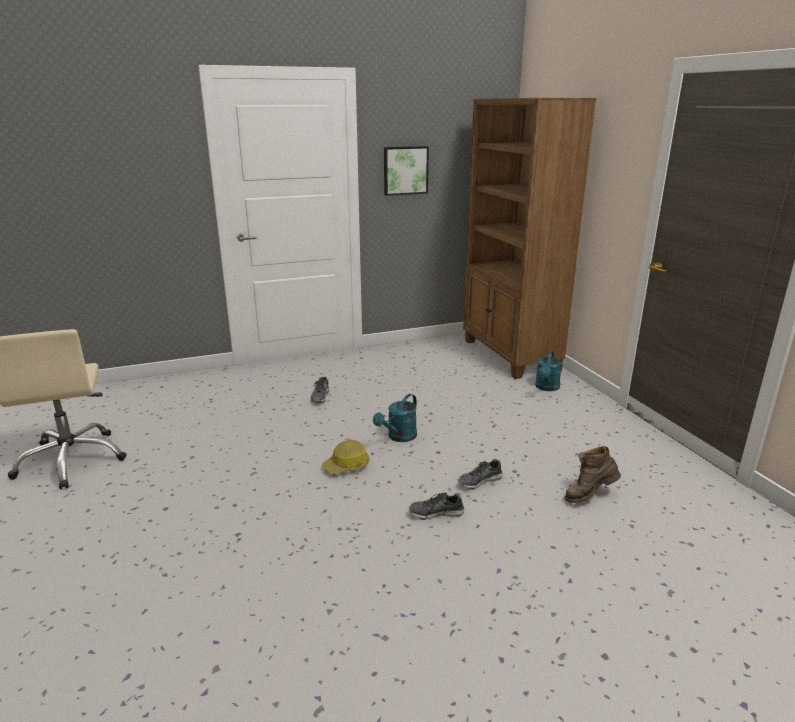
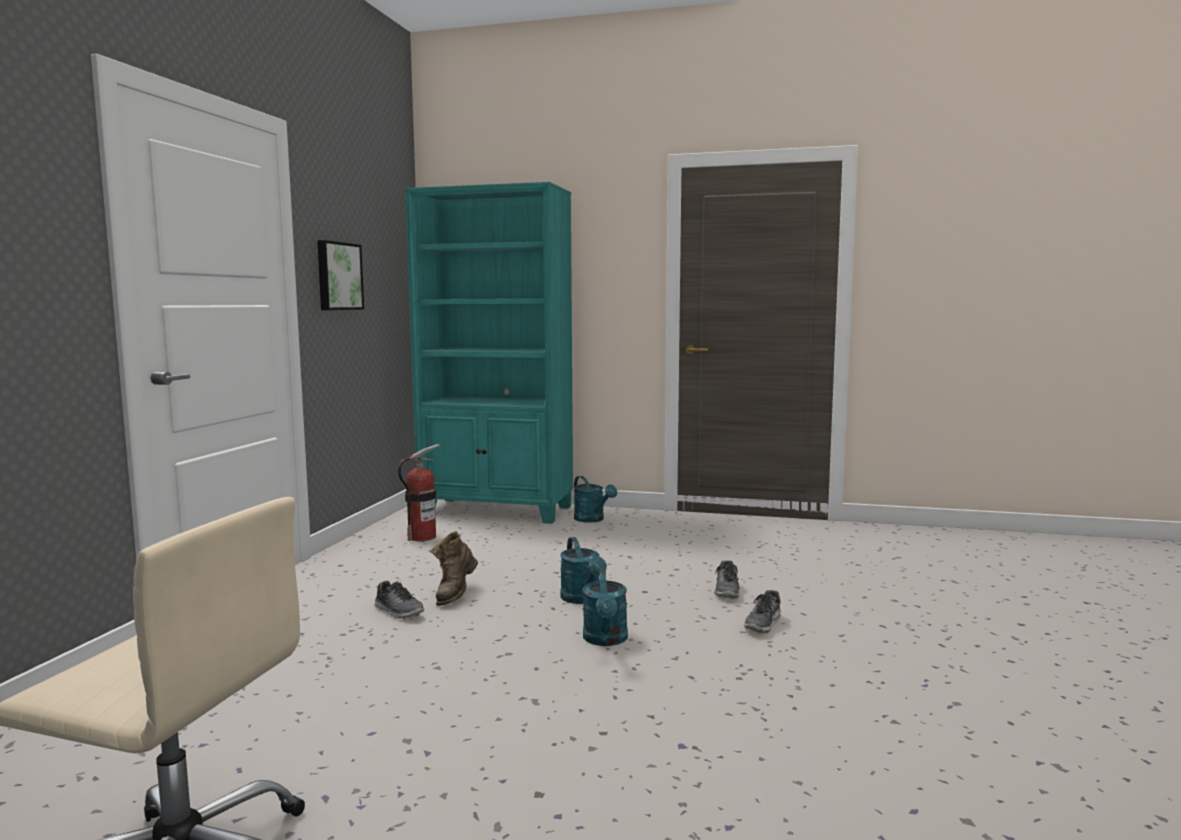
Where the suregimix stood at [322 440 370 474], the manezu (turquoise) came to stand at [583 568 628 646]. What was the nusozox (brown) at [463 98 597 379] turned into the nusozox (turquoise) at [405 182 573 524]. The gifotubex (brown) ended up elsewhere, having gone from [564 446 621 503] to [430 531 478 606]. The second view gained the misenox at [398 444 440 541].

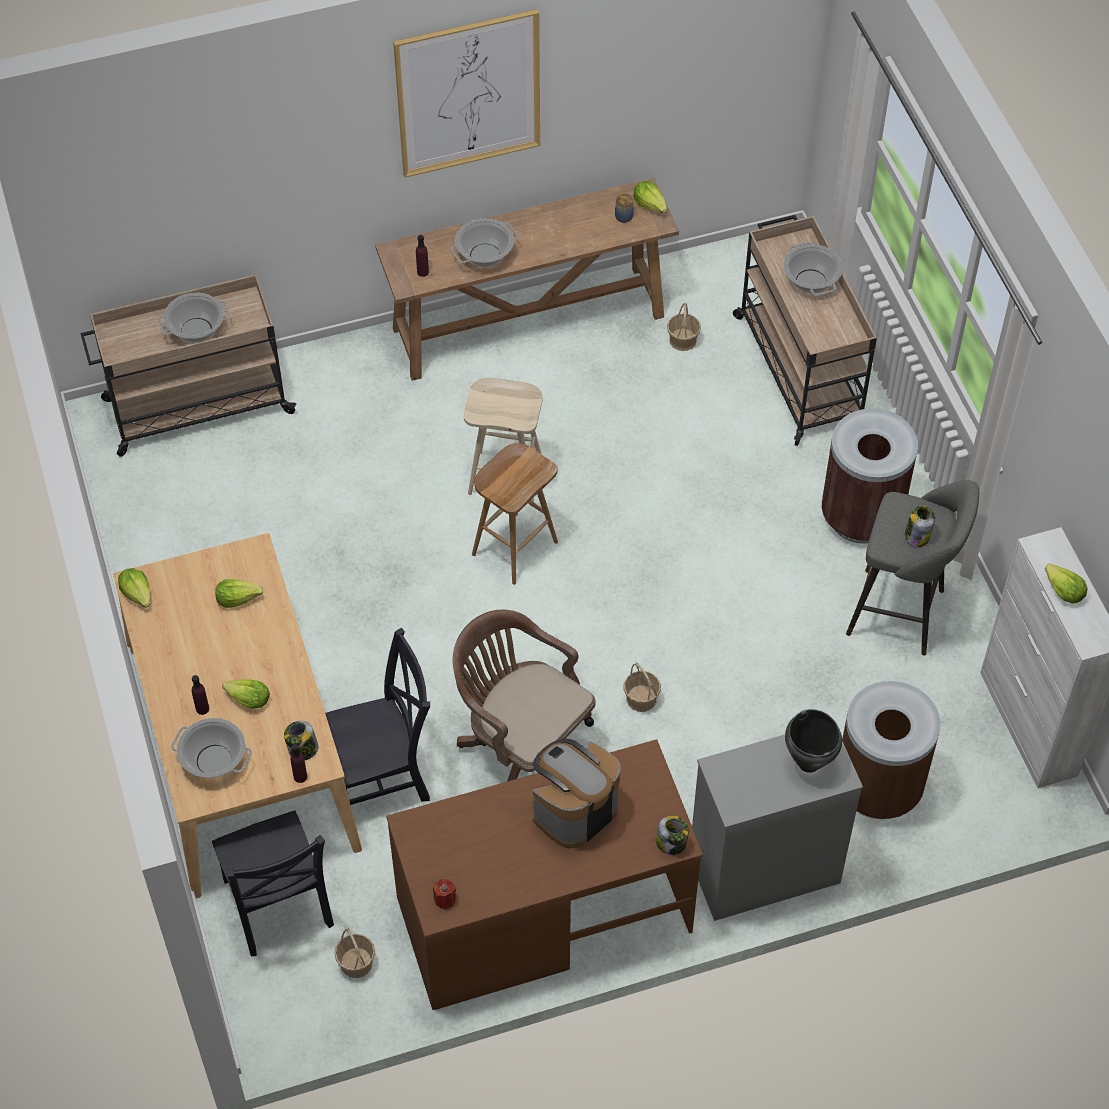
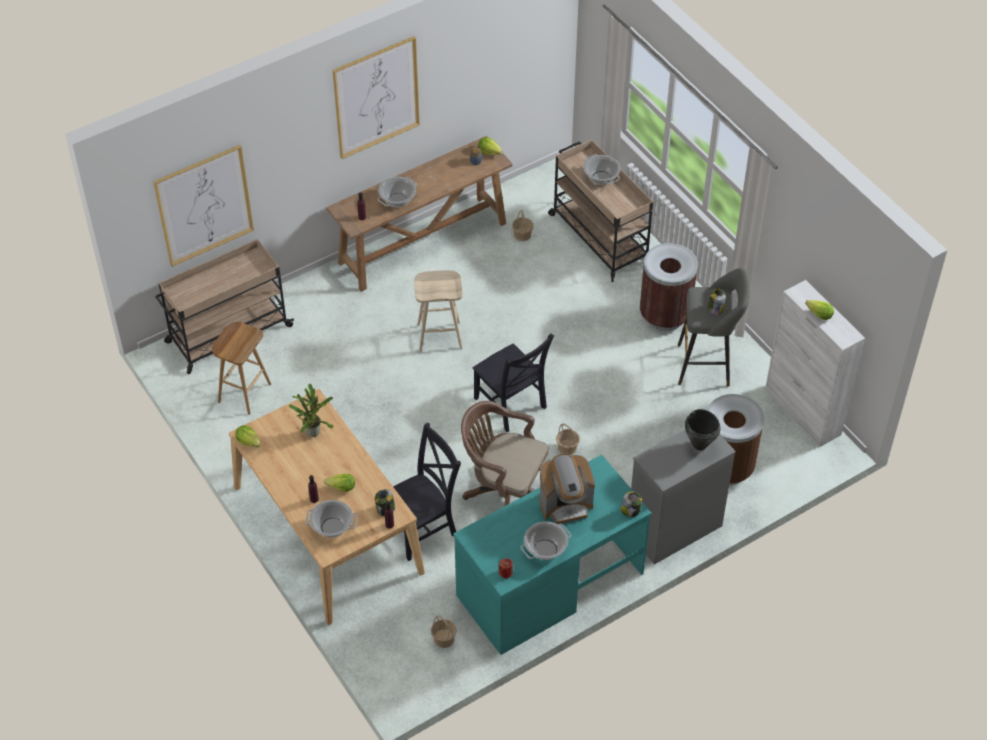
The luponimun ended up elsewhere, having gone from [158 293 230 343] to [521 521 571 560]. The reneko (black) ended up elsewhere, having gone from [212 810 334 956] to [472 333 554 432]. Where the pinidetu stood at [215 579 263 608], the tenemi came to stand at [289 384 333 437]. What was the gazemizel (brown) at [386 739 703 1010] turned into the gazemizel (turquoise) at [453 455 652 655]. The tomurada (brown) ended up elsewhere, having gone from [472 443 558 585] to [212 322 271 415]. The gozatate at [532 738 621 849] ended up facing another way, 135 degrees counterclockwise from before. The second view gained the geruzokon at [153 145 254 267].

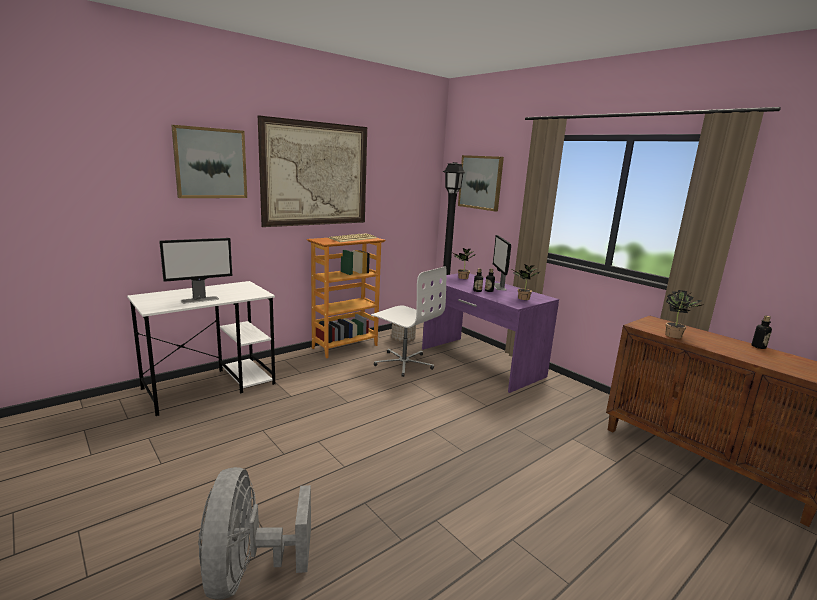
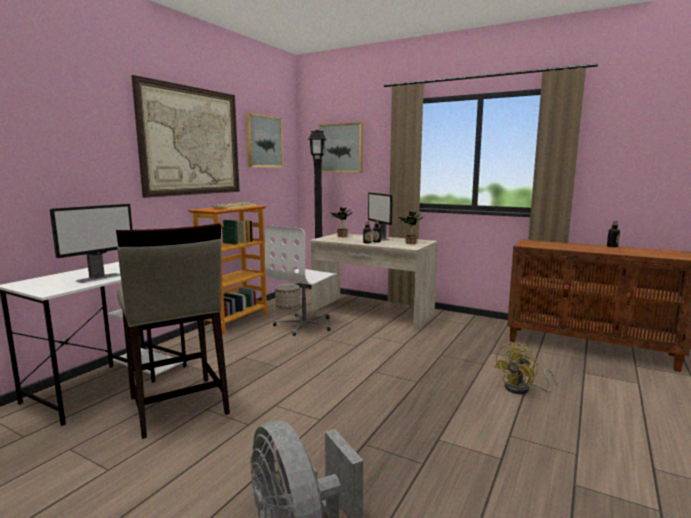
The geruzokon ended up elsewhere, having gone from [171 125 247 198] to [246 113 283 167]. The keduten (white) at [371 266 447 377] ended up facing another way, 105 degrees clockwise from before. What was the gazemizel (purple) at [422 273 559 393] turned into the gazemizel (beige) at [309 233 438 331]. The second view lost the tenemi at [665 290 704 338]. The second view gained the tomurada (beige) at [116 224 230 439]. The second view gained the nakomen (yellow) at [494 343 556 394].

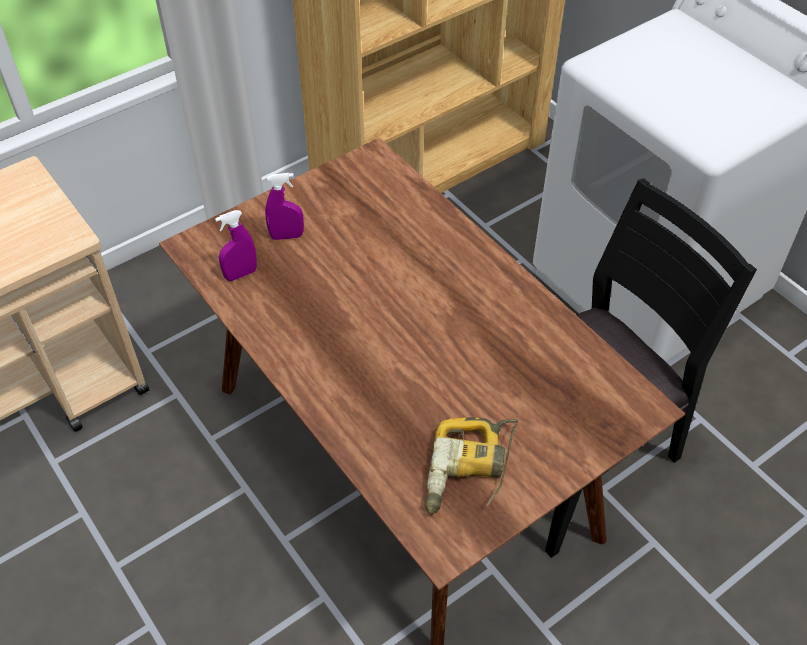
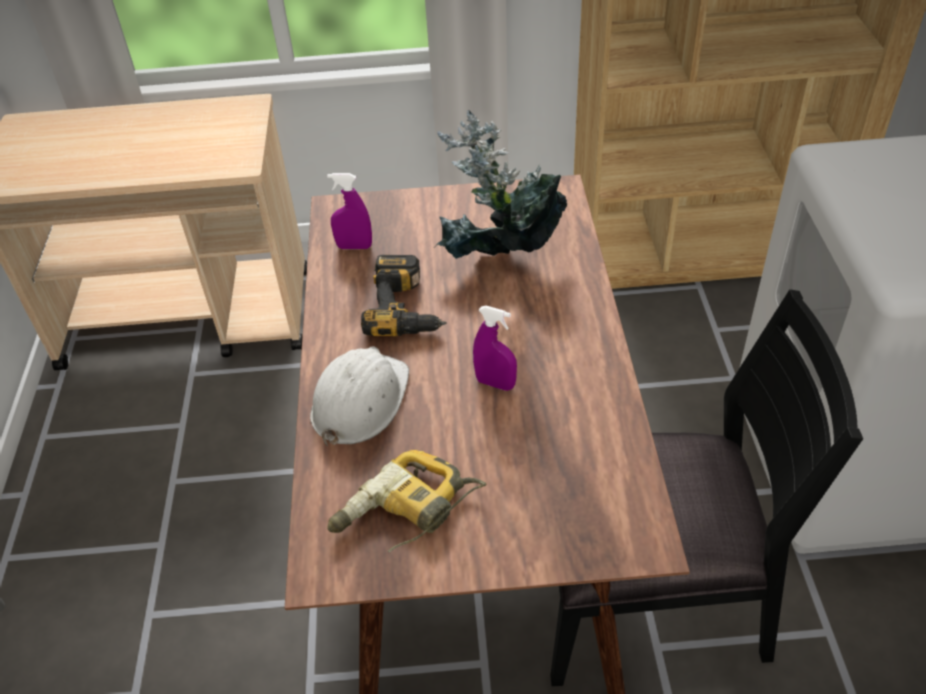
The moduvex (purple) ended up elsewhere, having gone from [265 173 304 240] to [473 306 517 391]. The second view gained the suregimix (white) at [310 346 409 447]. The second view gained the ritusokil at [361 255 447 336]. The second view gained the tenemi at [436 110 567 259].

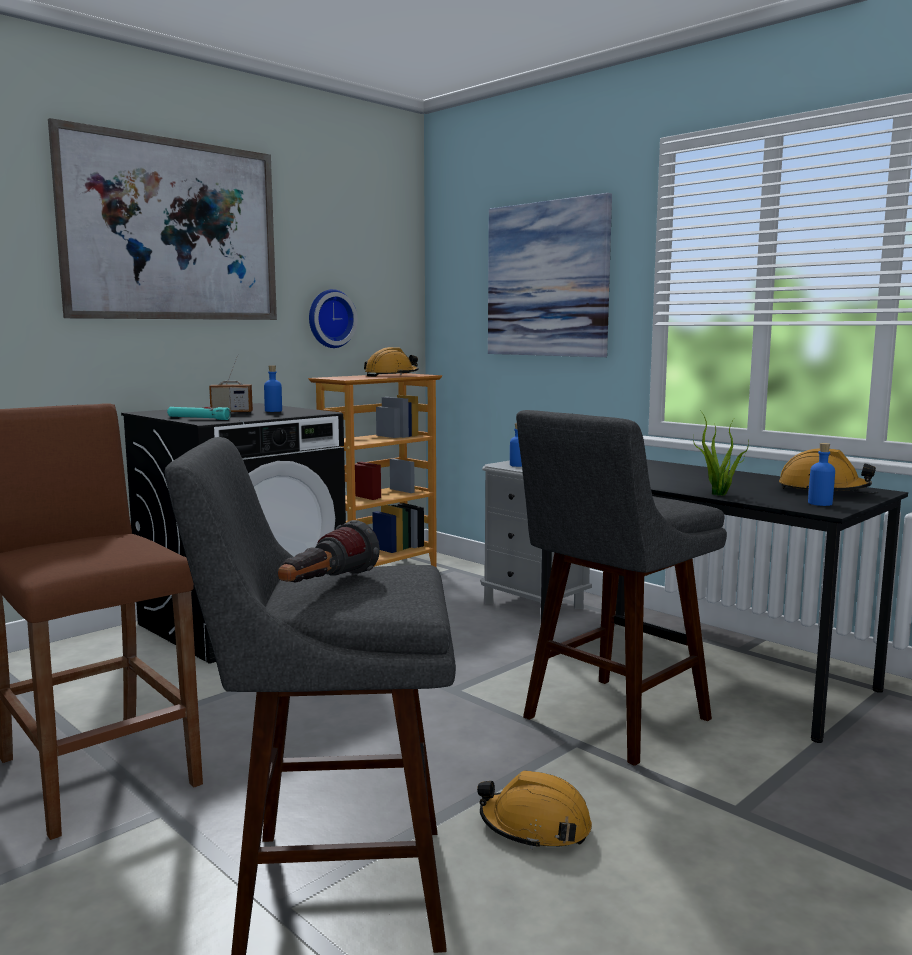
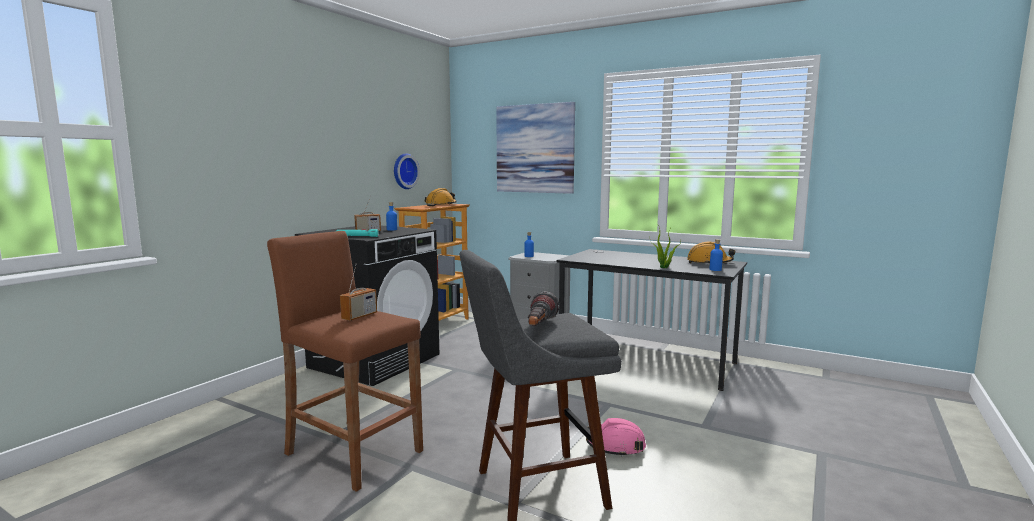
The second view lost the geruzokon at [48 118 277 320]. What was the suregimix (orange) at [477 770 592 850] turned into the suregimix (pink) at [586 418 646 457]. The second view lost the tomurada (grey) at [516 410 727 766]. The second view gained the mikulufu at [340 263 377 321].

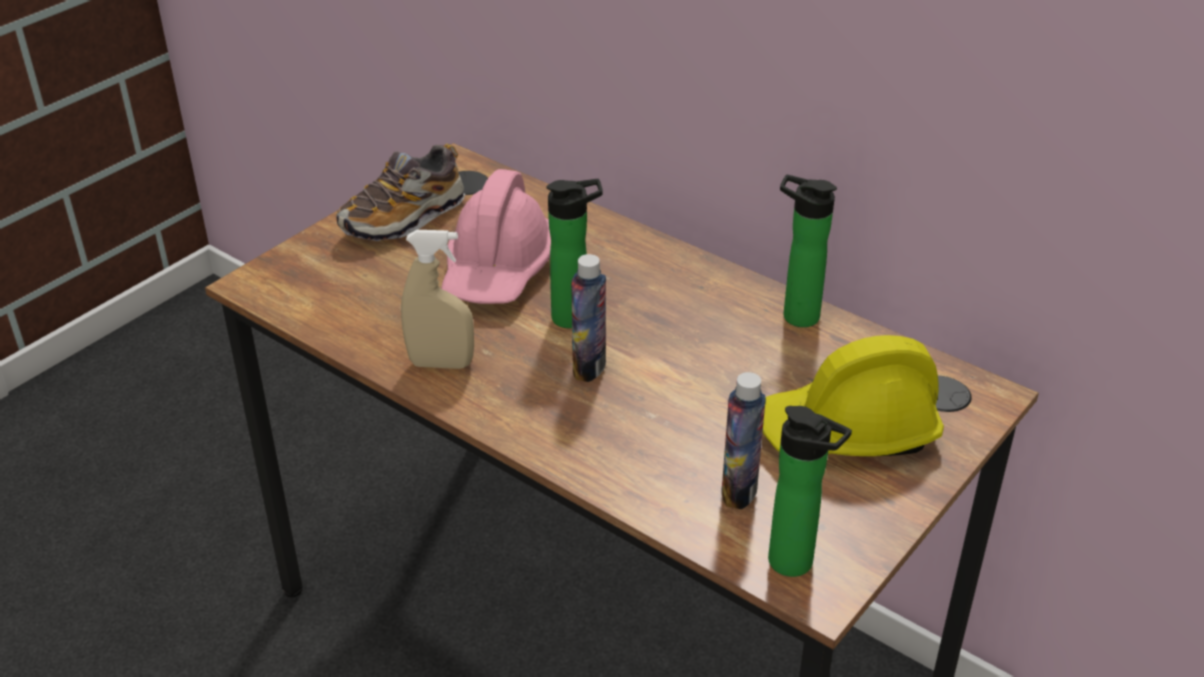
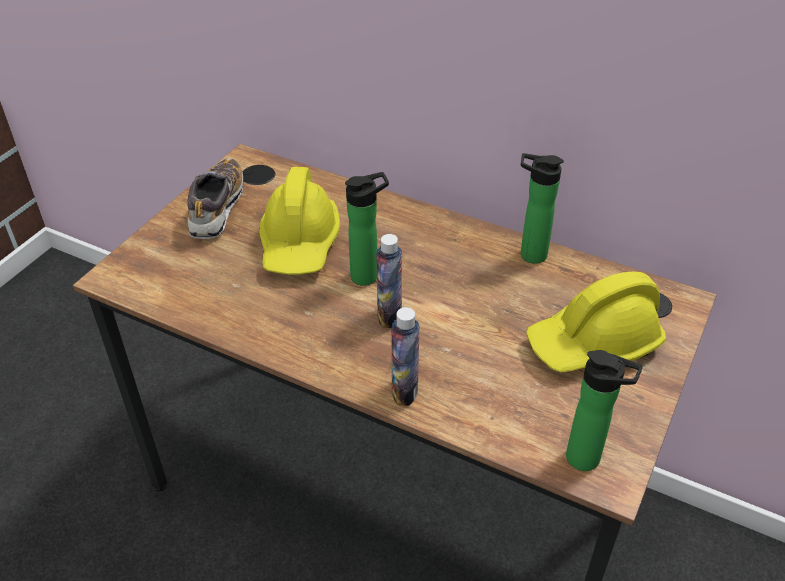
The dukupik at [336 143 466 241] ended up facing another way, 150 degrees clockwise from before. The second view lost the moduvex (beige) at [401 230 474 369]. What was the suregimix (pink) at [441 169 551 304] turned into the suregimix (yellow) at [259 167 340 275]. The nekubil ended up elsewhere, having gone from [722 372 766 509] to [391 307 420 406].

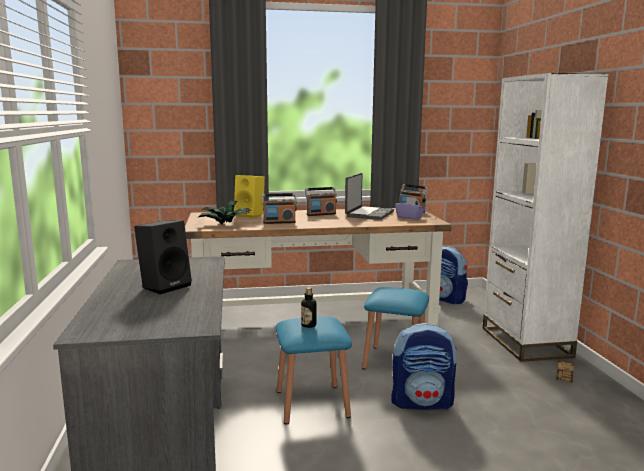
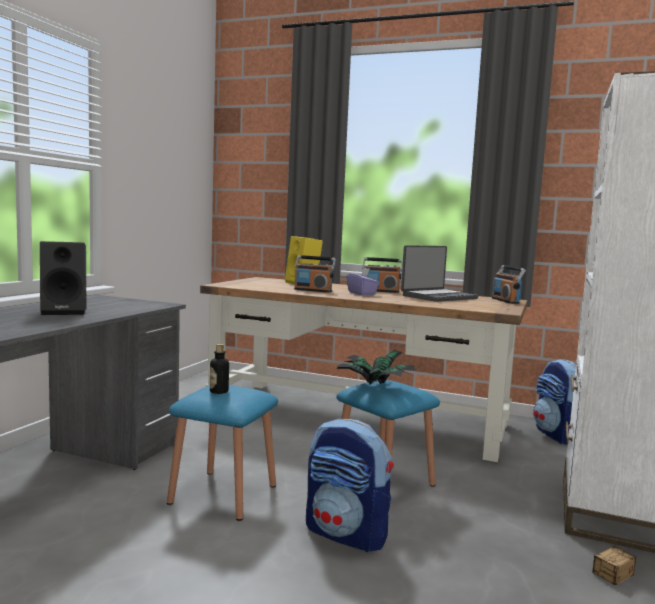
The tenemi ended up elsewhere, having gone from [198 200 252 224] to [336 350 417 385]. The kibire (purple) ended up elsewhere, having gone from [395 197 425 220] to [346 268 380 295].

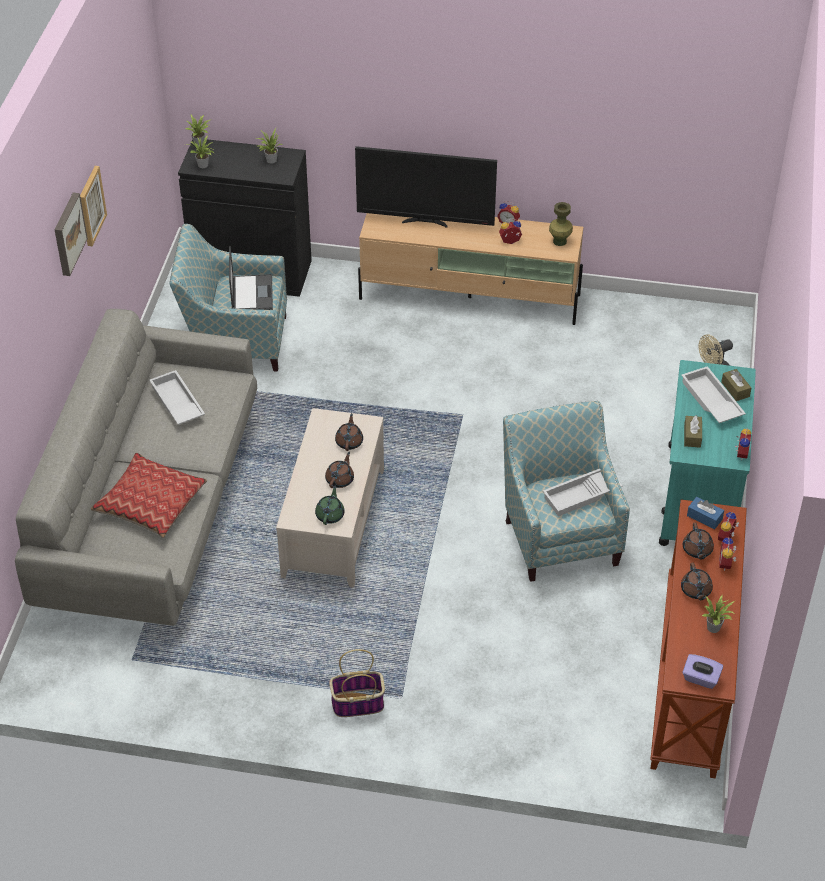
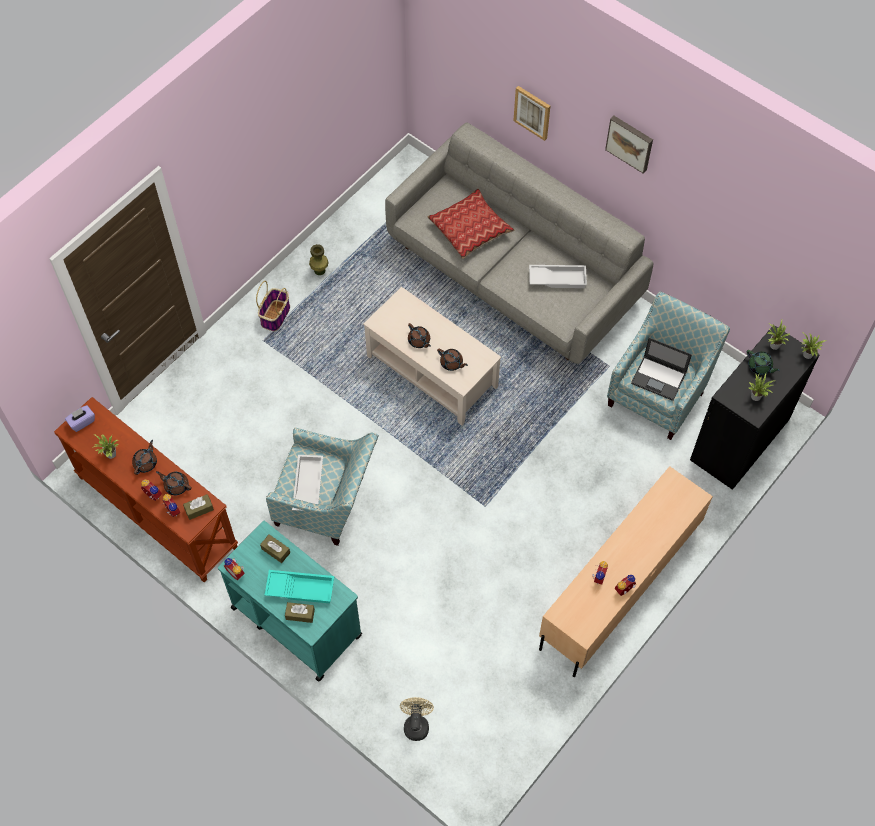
The geruzokon ended up elsewhere, having gone from [80 166 107 246] to [513 86 550 141]. The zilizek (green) ended up elsewhere, having gone from [315 485 345 525] to [747 350 780 375]. The second view lost the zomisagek at [355 146 497 228]. The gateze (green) ended up elsewhere, having gone from [549 202 573 246] to [309 244 329 275]. What was the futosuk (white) at [681 366 746 423] turned into the futosuk (turquoise) at [265 570 334 603]. The zilizek (brown) at [681 562 713 600] ended up facing another way, 90 degrees clockwise from before. What was the kibire (blue) at [687 497 724 529] turned into the kibire (brown) at [183 494 214 520].

